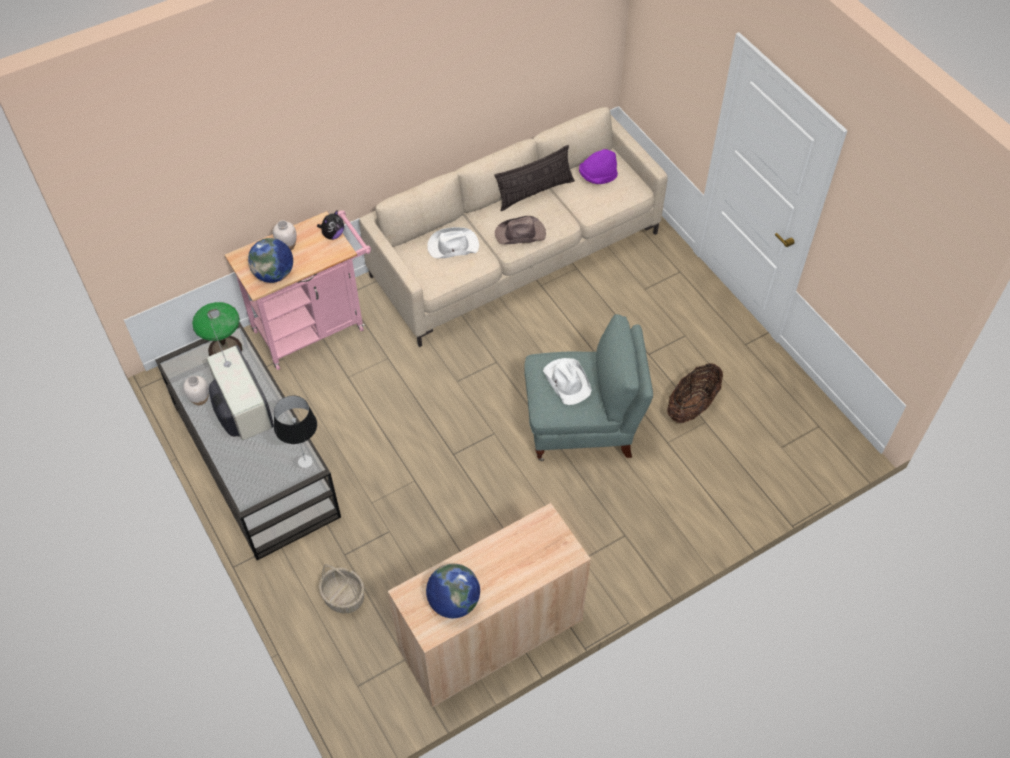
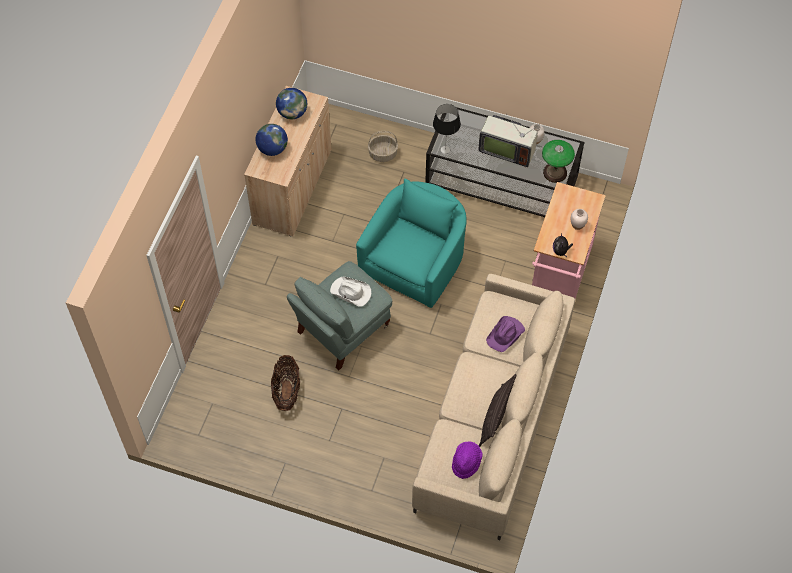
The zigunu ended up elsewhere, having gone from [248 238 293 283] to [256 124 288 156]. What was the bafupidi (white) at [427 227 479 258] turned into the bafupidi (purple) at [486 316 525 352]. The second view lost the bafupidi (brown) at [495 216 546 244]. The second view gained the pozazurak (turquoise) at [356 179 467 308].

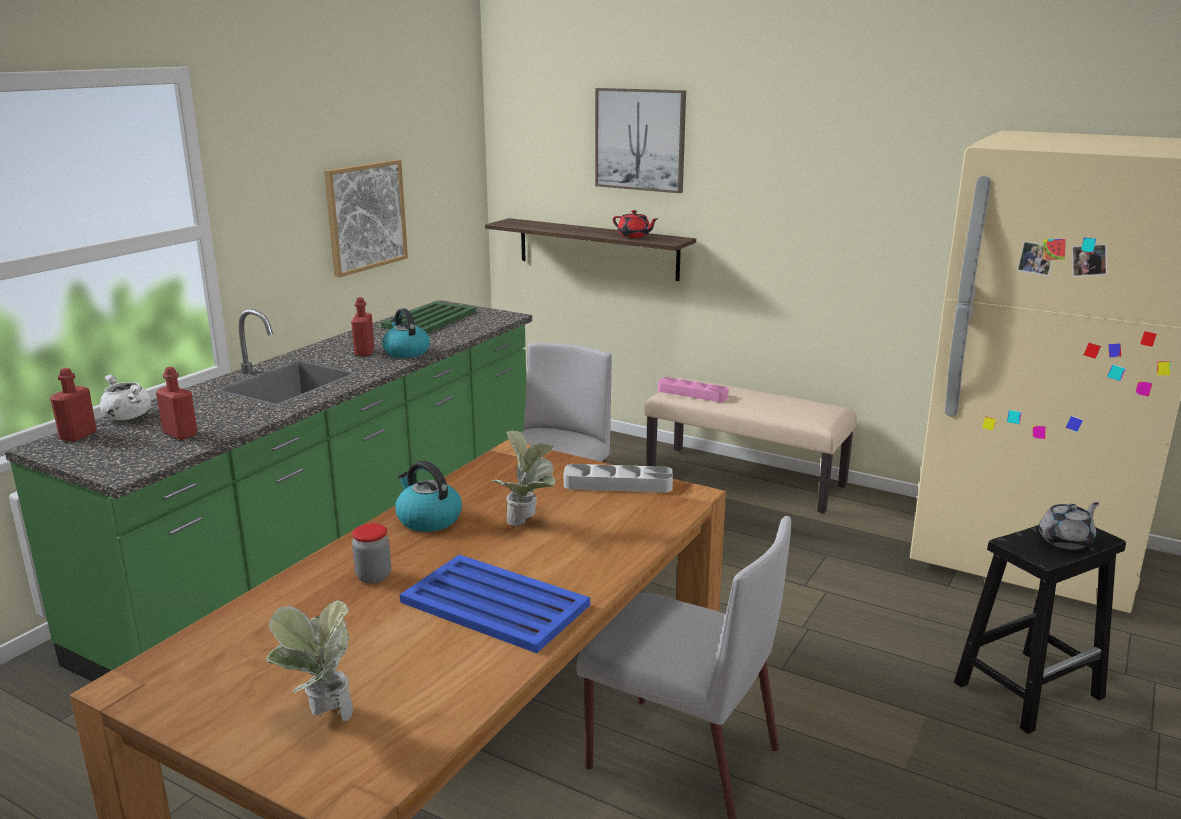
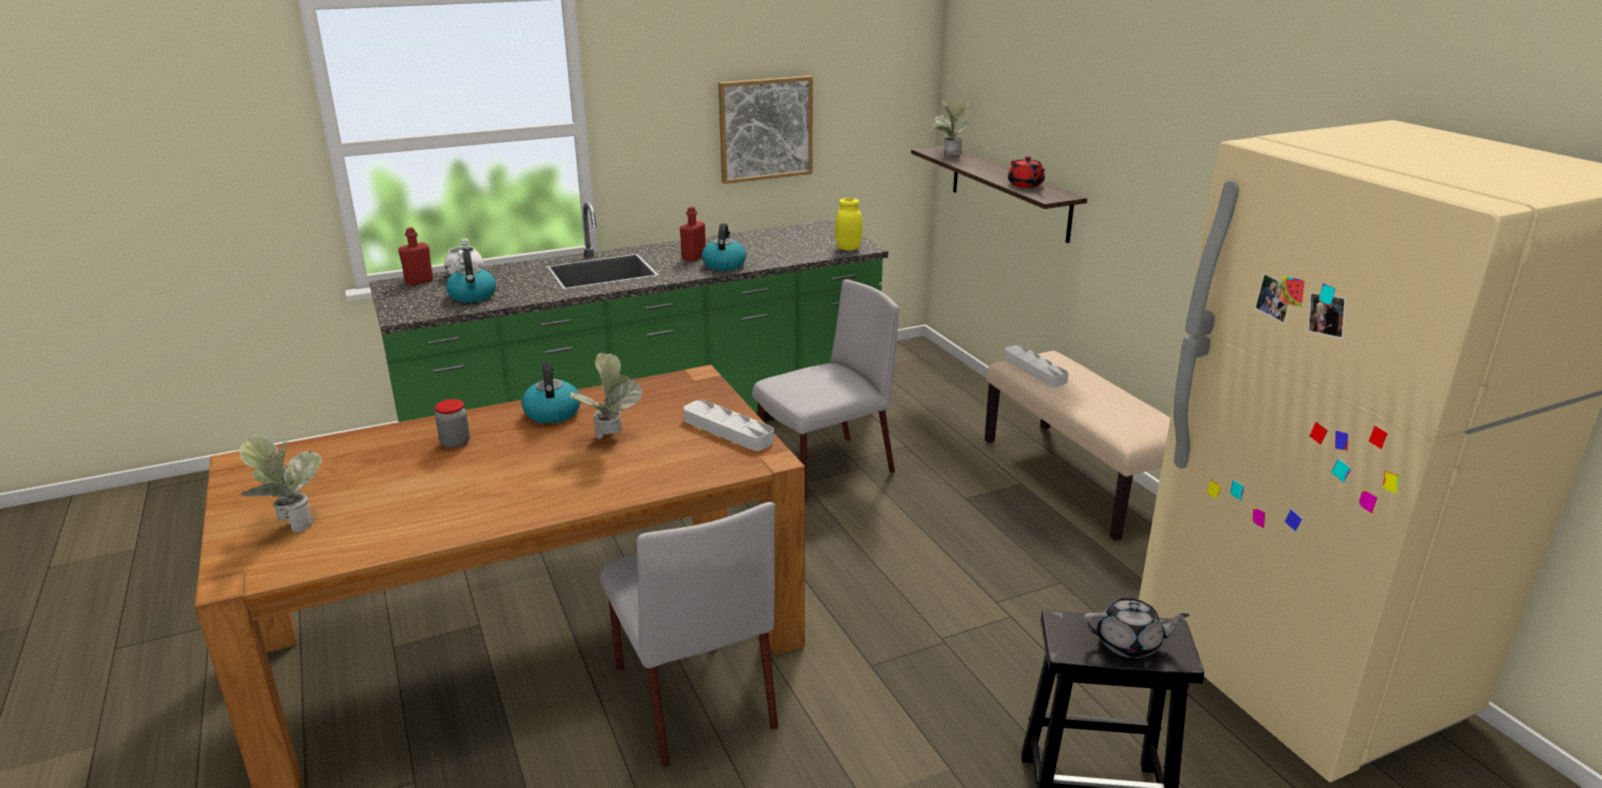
Where the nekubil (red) stood at [156 367 197 440], the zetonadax came to stand at [446 251 496 303]. The second view lost the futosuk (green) at [381 301 476 333]. The second view lost the futosuk (blue) at [400 555 590 653]. The second view lost the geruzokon at [595 88 686 193]. What was the futosuk (pink) at [658 377 729 402] turned into the futosuk (grey) at [1004 345 1069 387]. The second view gained the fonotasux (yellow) at [835 198 862 251]. The second view gained the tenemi at [934 97 970 155].

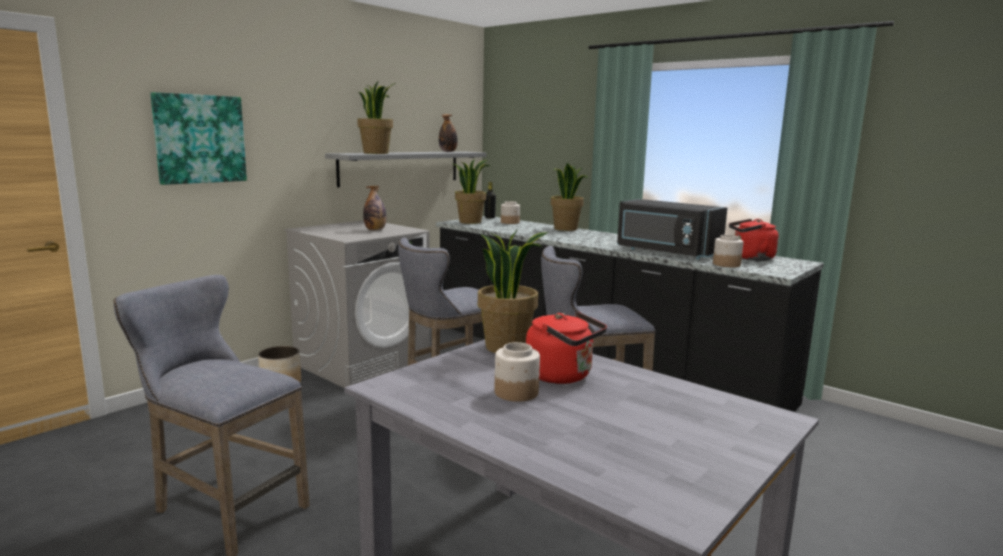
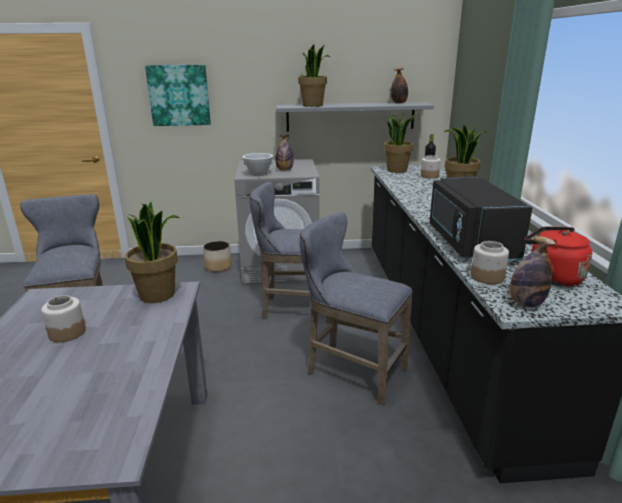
The second view lost the zetonadax (red) at [526 311 607 384]. The second view gained the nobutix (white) at [242 153 273 176]. The second view gained the nekubil at [510 236 556 308].

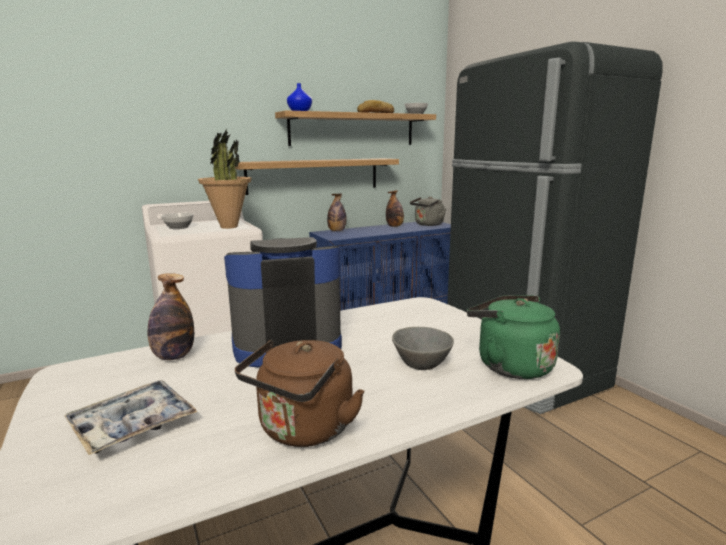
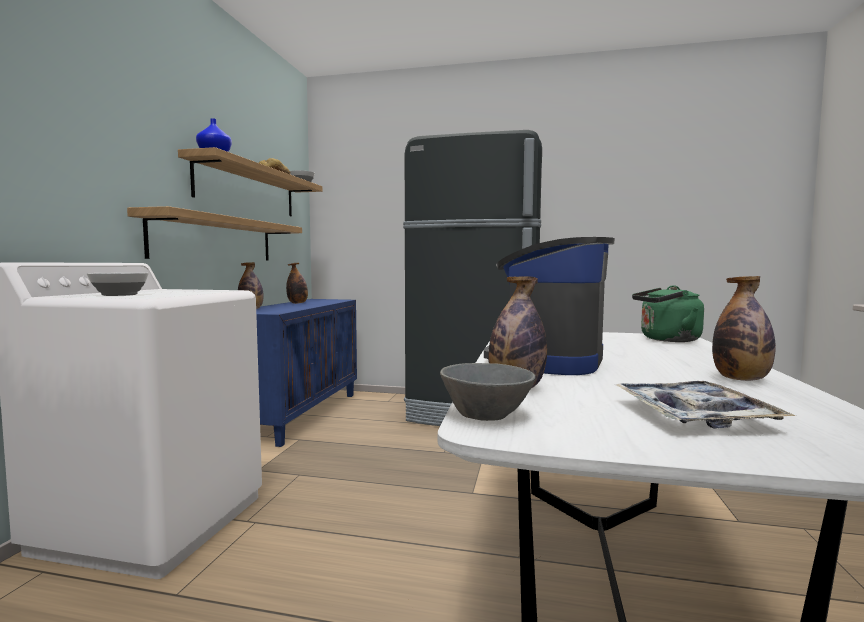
The second view lost the tenemi at [198 129 252 229]. Where the zetonadax (brown) stood at [235 340 364 447], the nekubil came to stand at [712 276 776 381]. The nobutix (grey) ended up elsewhere, having gone from [392 327 454 370] to [440 363 535 421]. The second view lost the zetonadax (grey) at [410 196 446 226].

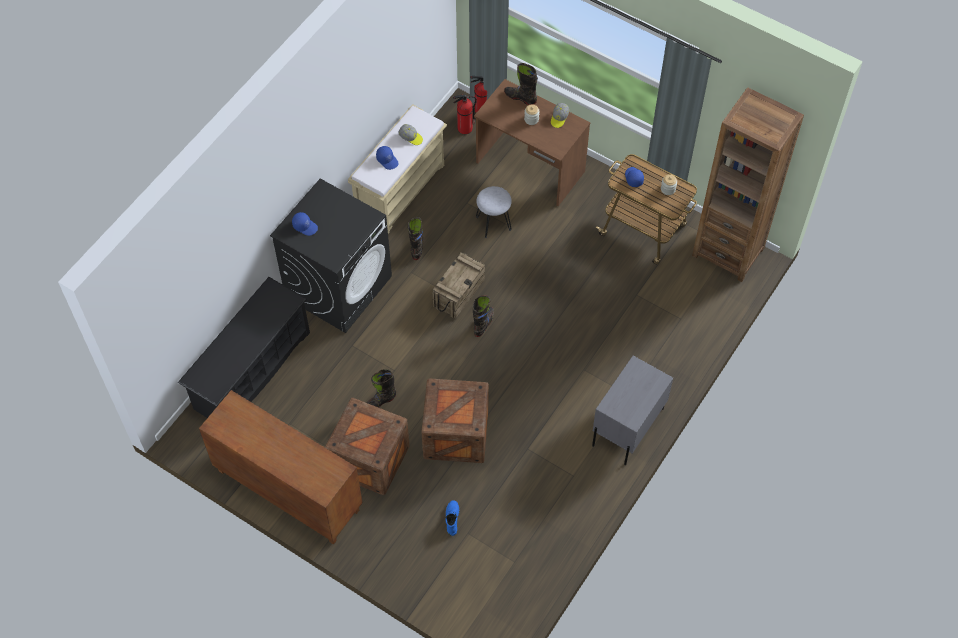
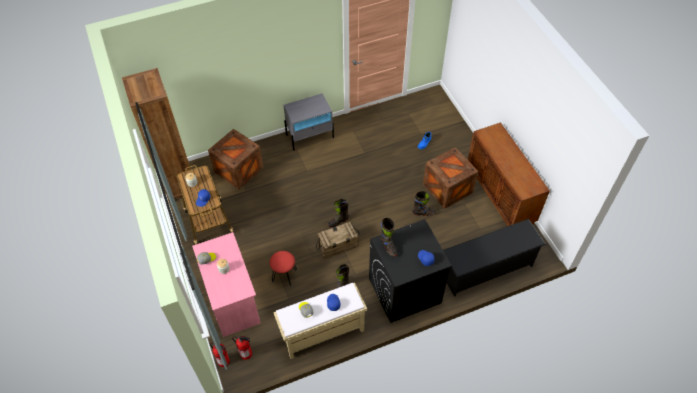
The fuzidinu ended up elsewhere, having gone from [421 378 489 463] to [208 129 263 189]. What was the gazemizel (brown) at [474 79 590 206] turned into the gazemizel (pink) at [192 232 261 337]. What was the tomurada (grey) at [476 186 512 238] turned into the tomurada (red) at [270 251 297 287]. The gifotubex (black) ended up elsewhere, having gone from [504 63 538 105] to [380 217 398 256].

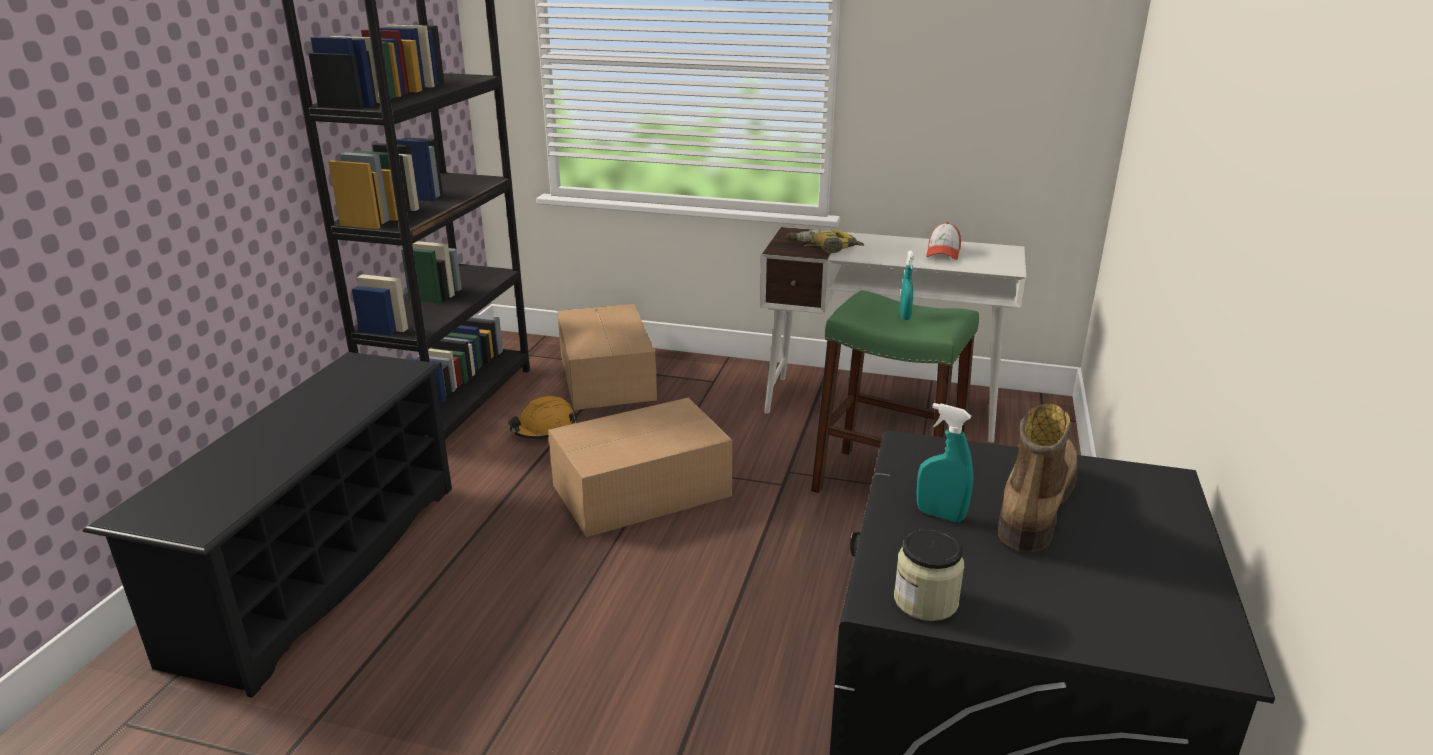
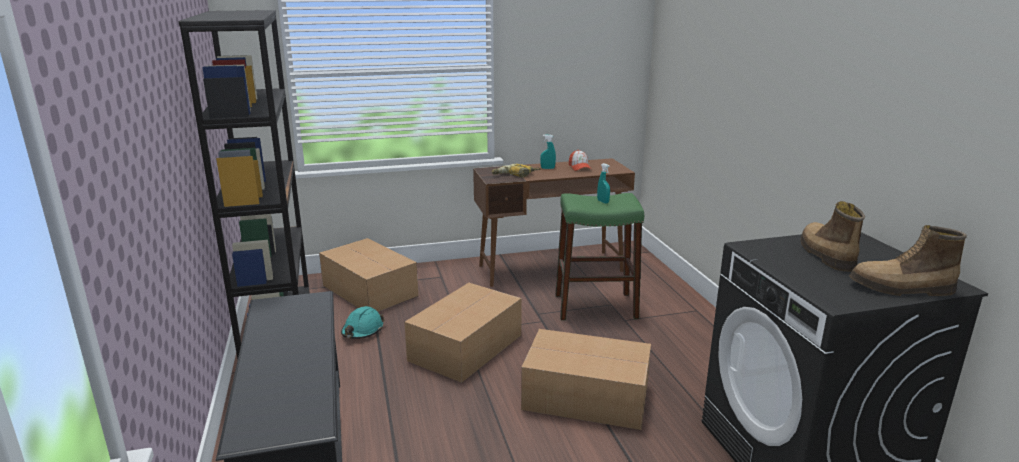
What was the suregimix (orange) at [509 396 578 439] turned into the suregimix (turquoise) at [341 306 384 339]. What was the gazemizel (white) at [760 227 1026 443] turned into the gazemizel (brown) at [473 158 635 287]. The second view lost the fonotasux at [894 529 965 621]. The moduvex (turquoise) ended up elsewhere, having gone from [917 403 973 522] to [540 135 556 169]. The second view gained the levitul at [521 329 651 430]. The second view gained the gifotubex at [849 225 967 296].

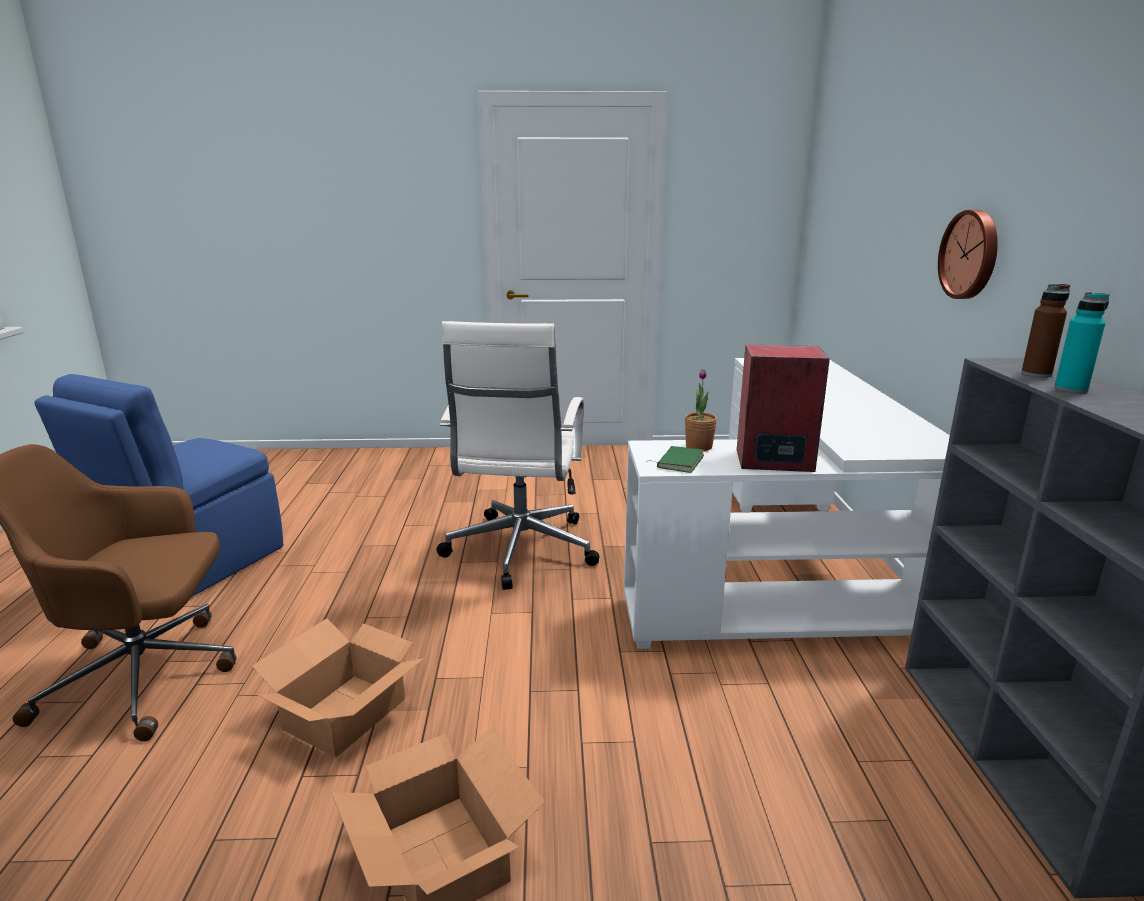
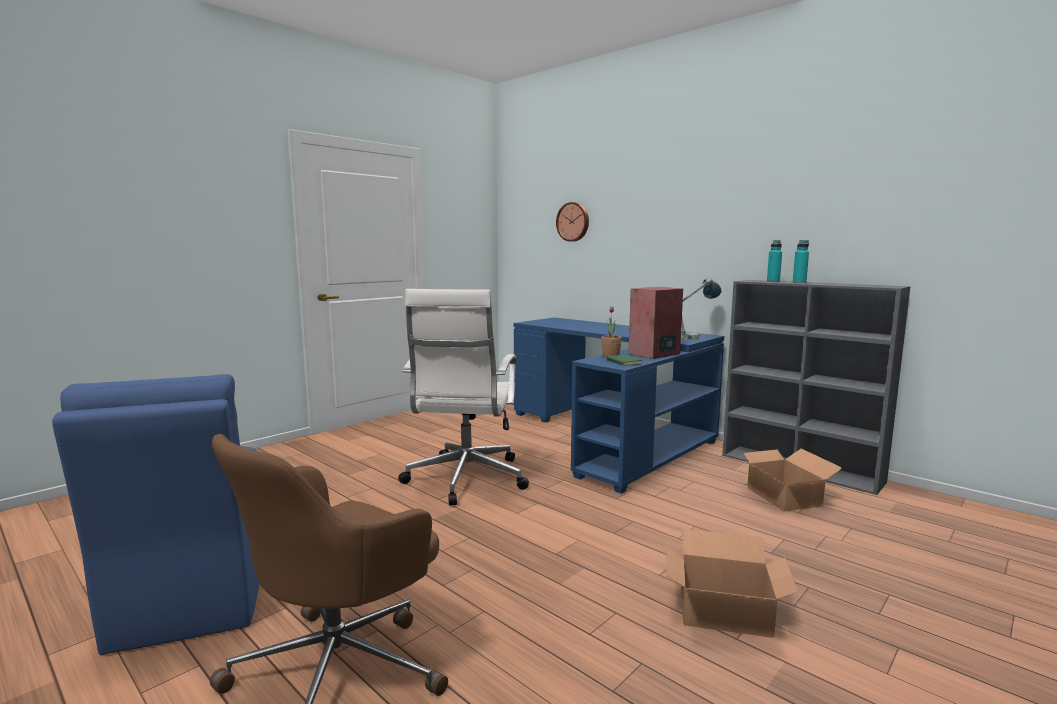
The levitul ended up elsewhere, having gone from [252 618 424 757] to [735 449 842 511]. The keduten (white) at [436 321 599 590] ended up facing another way, 45 degrees clockwise from before. What was the gazemizel (white) at [624 358 950 649] turned into the gazemizel (blue) at [513 317 724 494]. The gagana ended up elsewhere, having gone from [938 210 998 299] to [556 202 589 242]. What was the nekubil (brown) at [1021 284 1070 378] turned into the nekubil (turquoise) at [767 240 782 282]. The second view gained the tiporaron at [681 277 722 339].

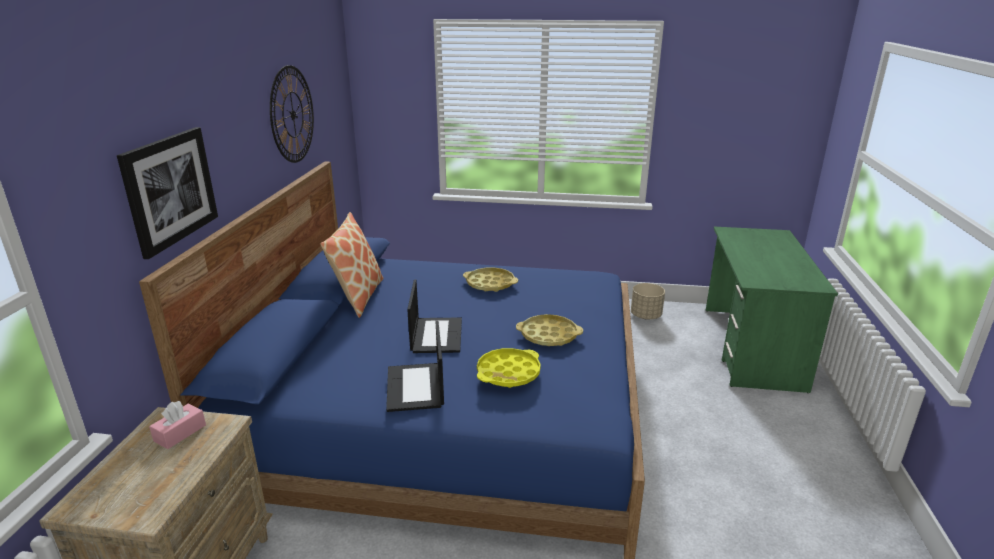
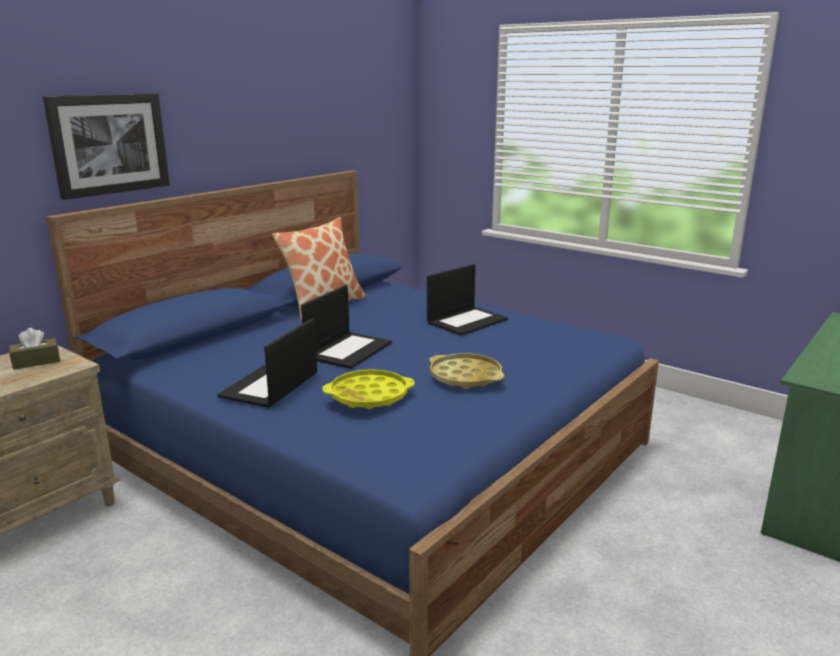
What was the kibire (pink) at [149 401 206 449] turned into the kibire (brown) at [9 328 60 370]. The second view lost the gagana at [270 65 314 163]. Where the futosuk (yellow) stood at [463 267 519 292], the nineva came to stand at [427 264 508 336]. The second view lost the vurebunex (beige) at [631 283 665 320].

